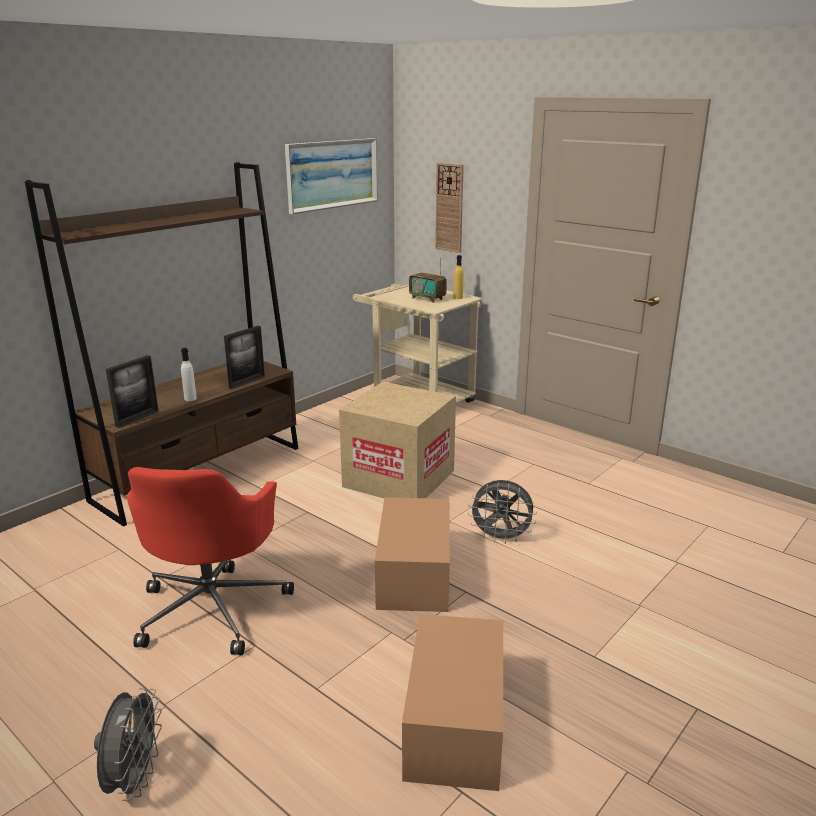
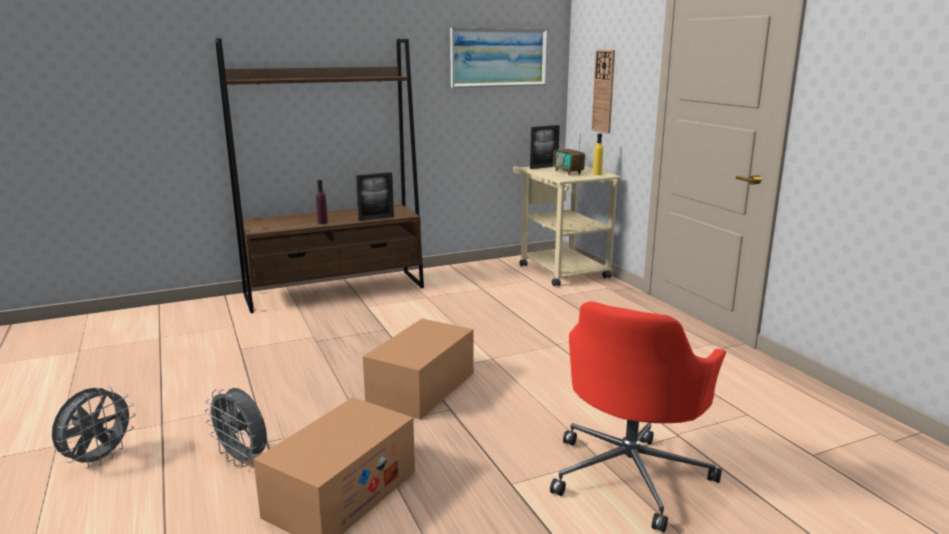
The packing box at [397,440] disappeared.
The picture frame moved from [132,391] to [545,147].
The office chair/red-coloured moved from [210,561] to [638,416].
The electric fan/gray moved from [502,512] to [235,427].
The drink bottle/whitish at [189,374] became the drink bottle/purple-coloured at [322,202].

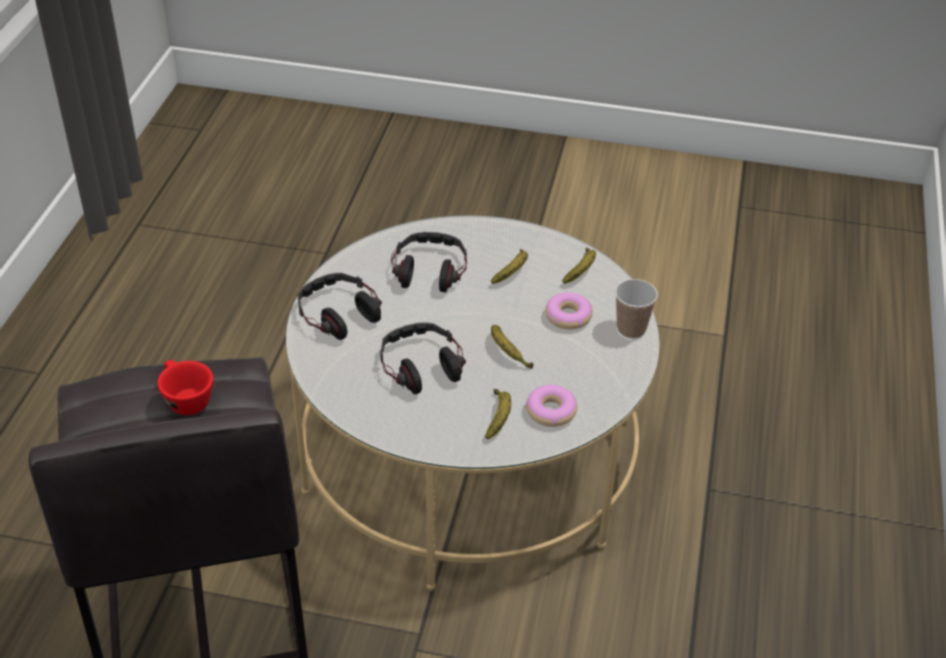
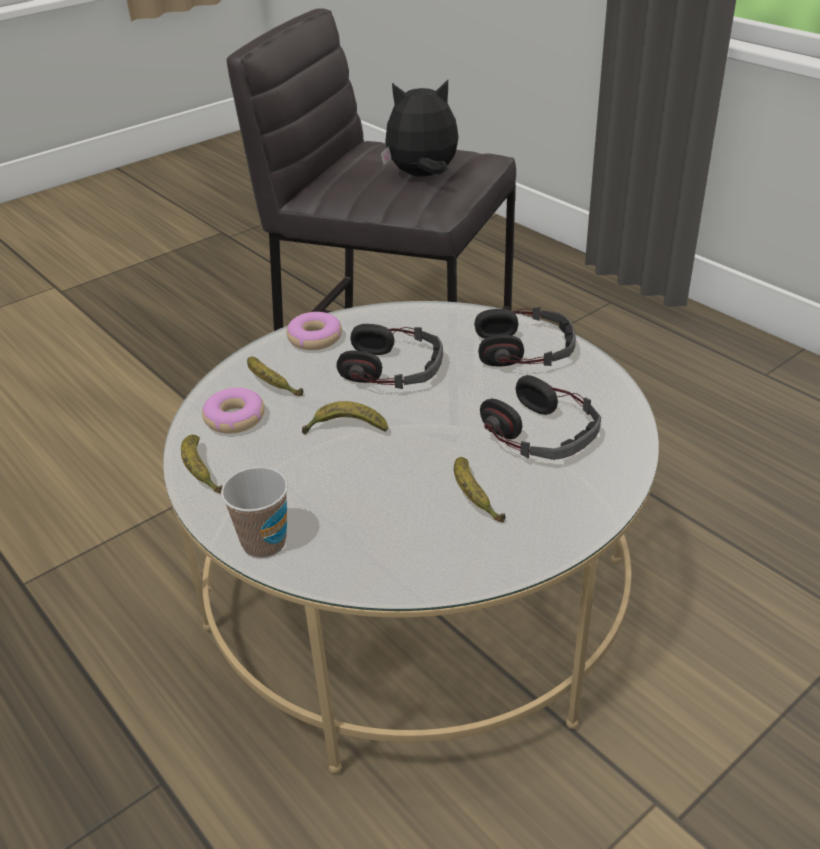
The doughnut moved from [569,310] to [314,331].
The banana moved from [579,266] to [202,464].
The cup/red-coloured at [185,387] was replaced by the plush toy at [420,128].

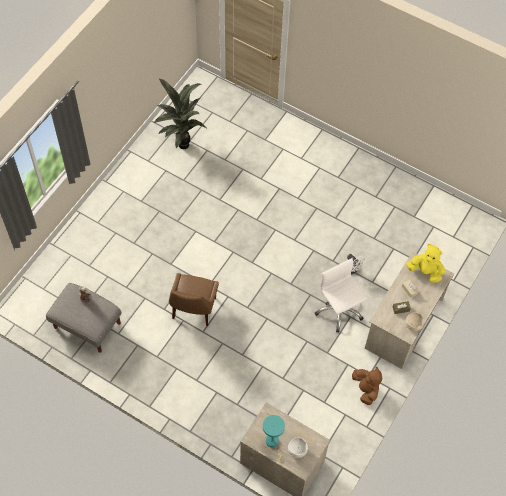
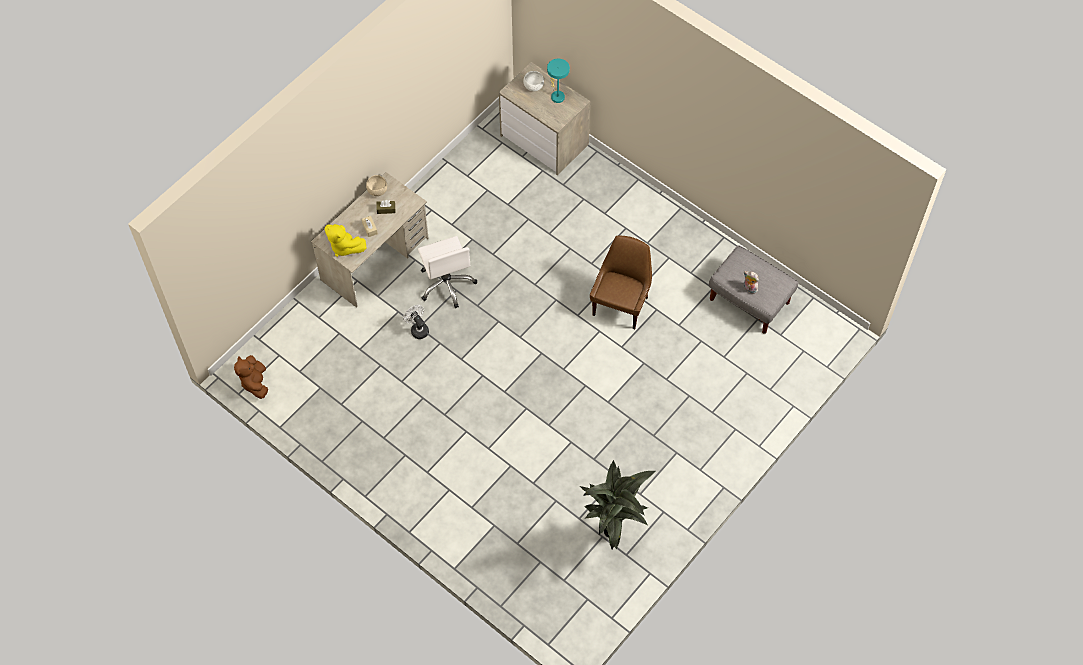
The plush toy/brownish moved from [367,386] to [251,377].

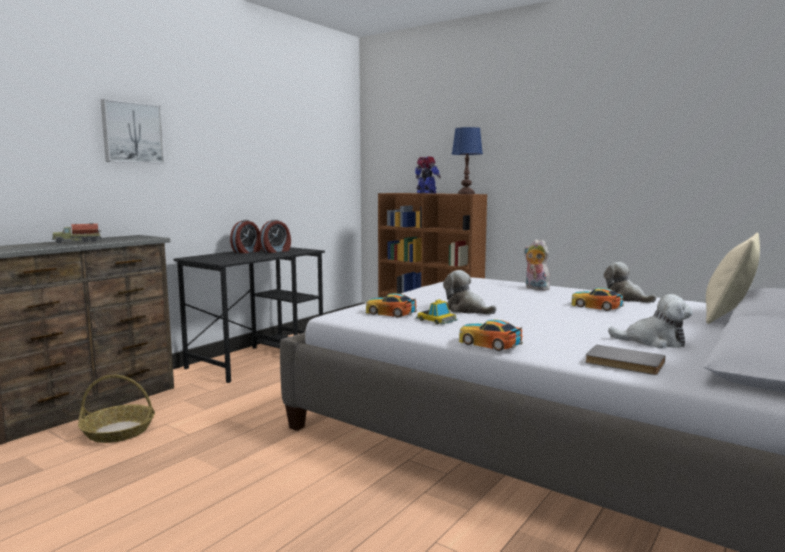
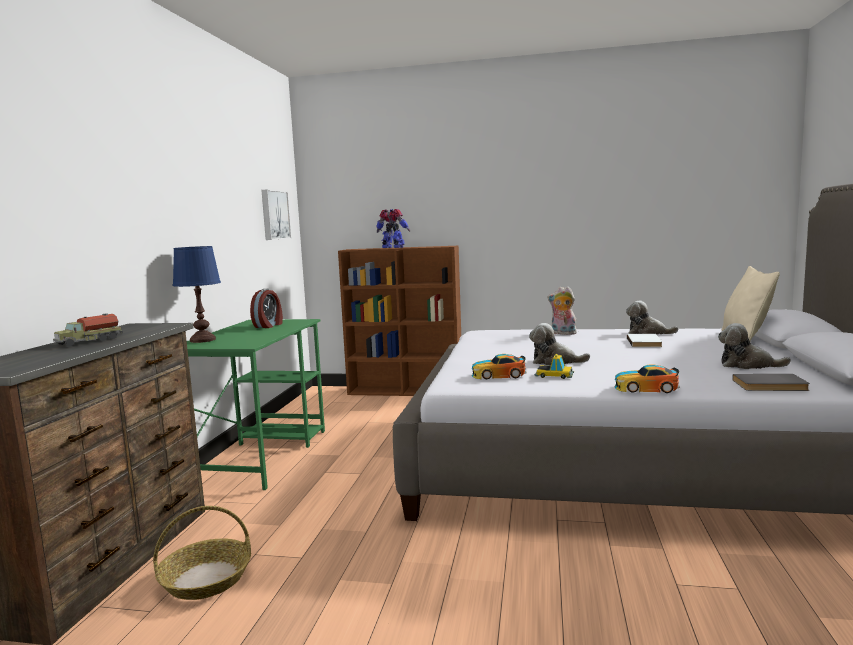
The table clock at [245,236] disappeared.
The wall art moved from [133,131] to [276,214].
The table lamp/bluish moved from [467,160] to [197,294].
The model car at [597,299] was replaced by the volume/whitish at [645,340].
The desk/black at [249,315] became the desk/green-coloured at [256,404].
The plush toy at [650,321] turned 150 degrees counterclockwise.

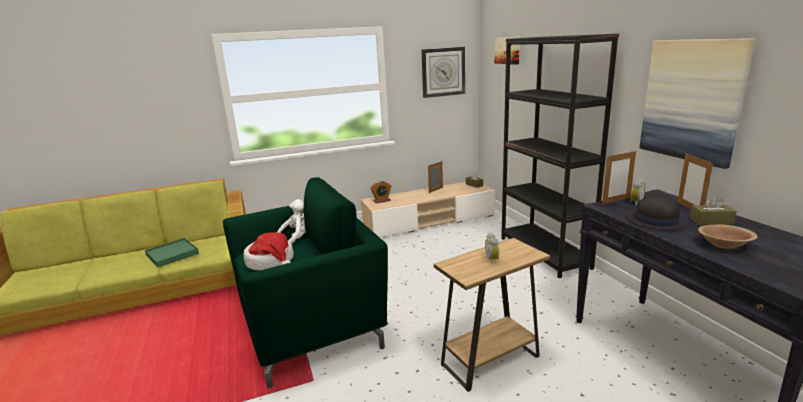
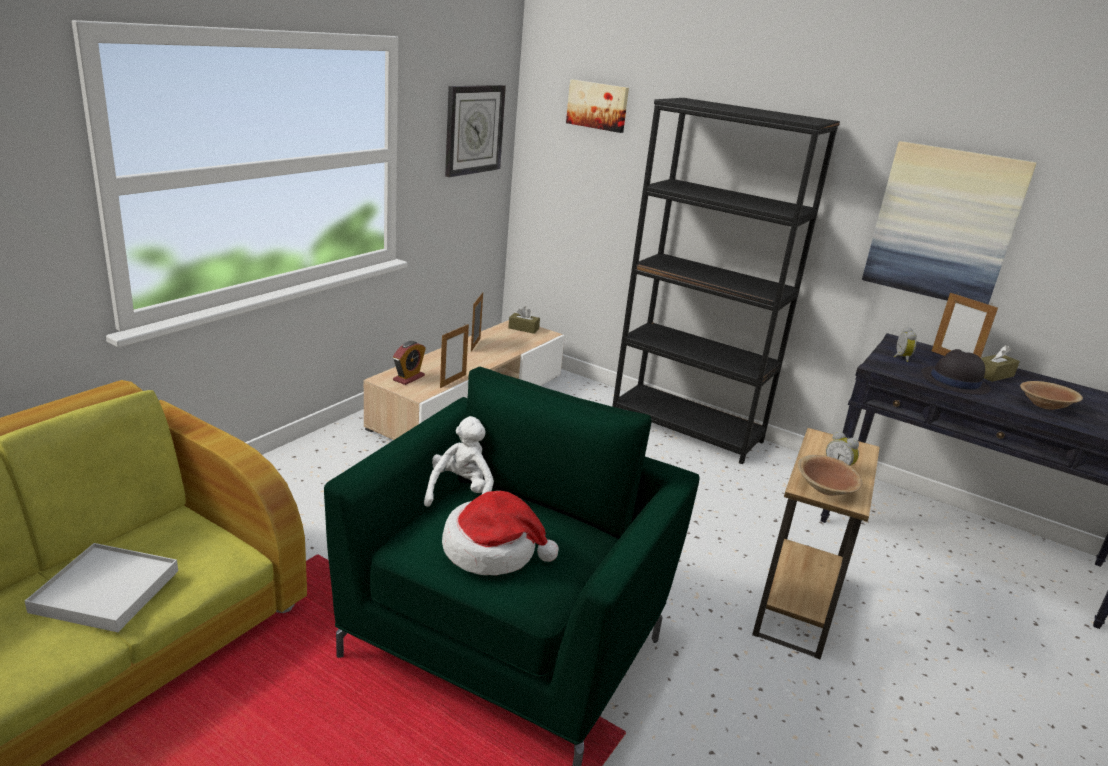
The serving bowl/brownish at [830,475] appeared.
The picture frame moved from [619,177] to [454,356].
The carrying tray/green-coloured at [172,252] became the carrying tray/whitish at [101,587].

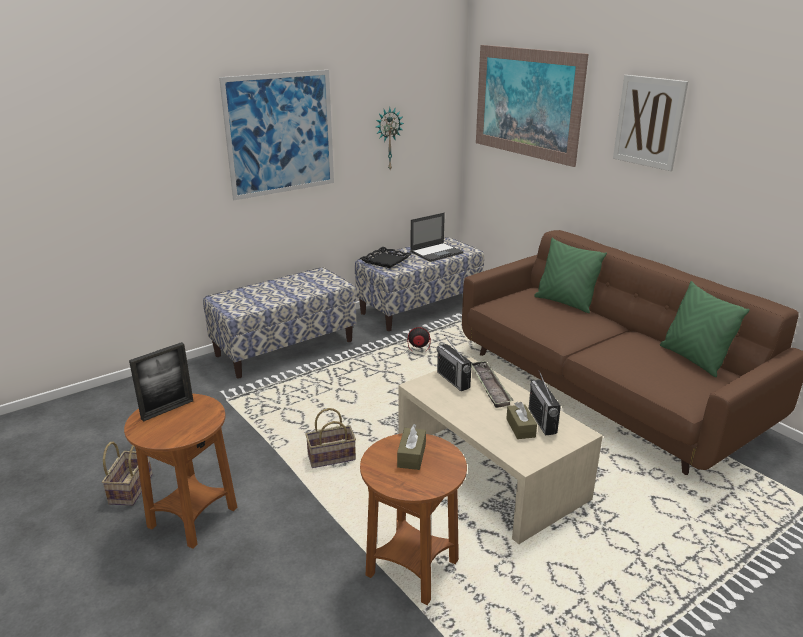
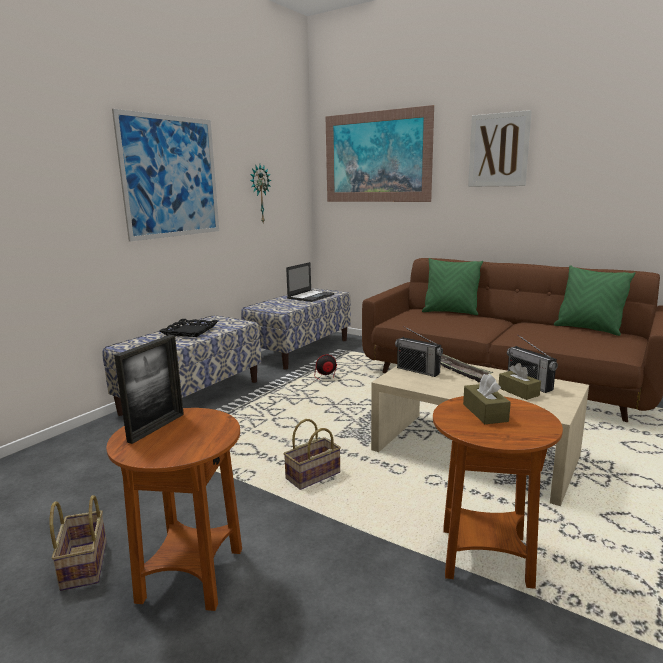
The carrying tray/black moved from [386,257] to [188,328].

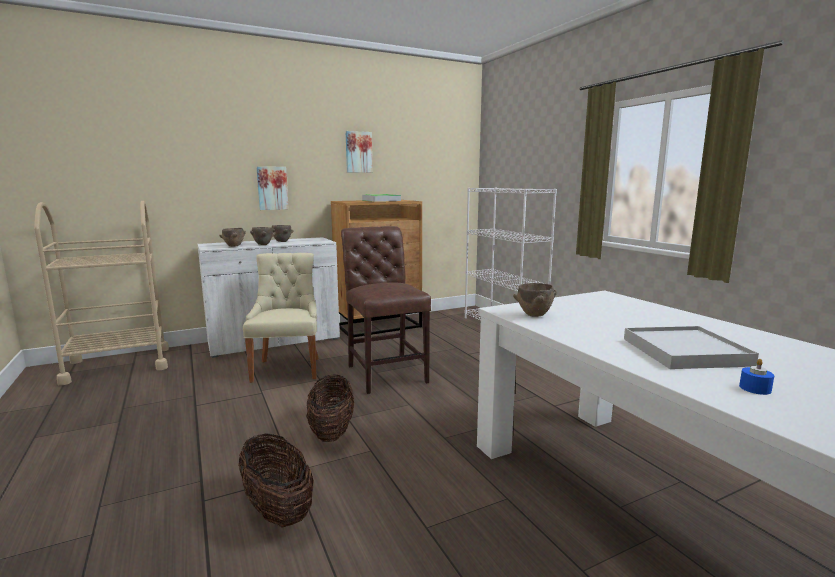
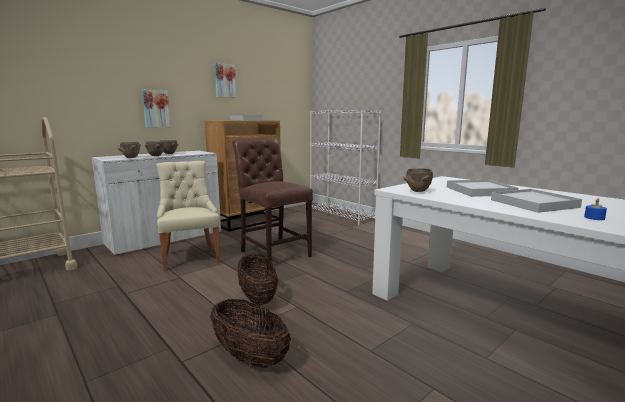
The carrying tray/whitish at [482,188] appeared.

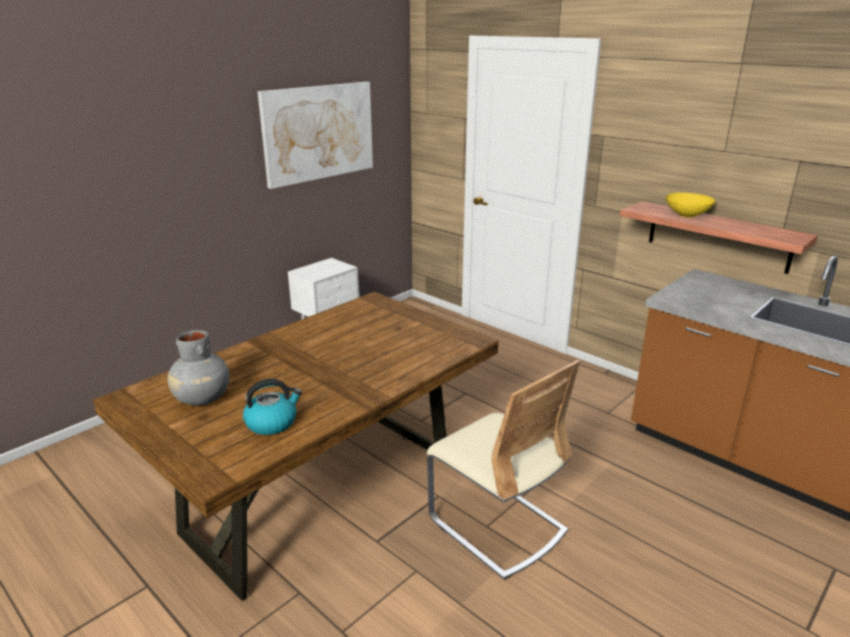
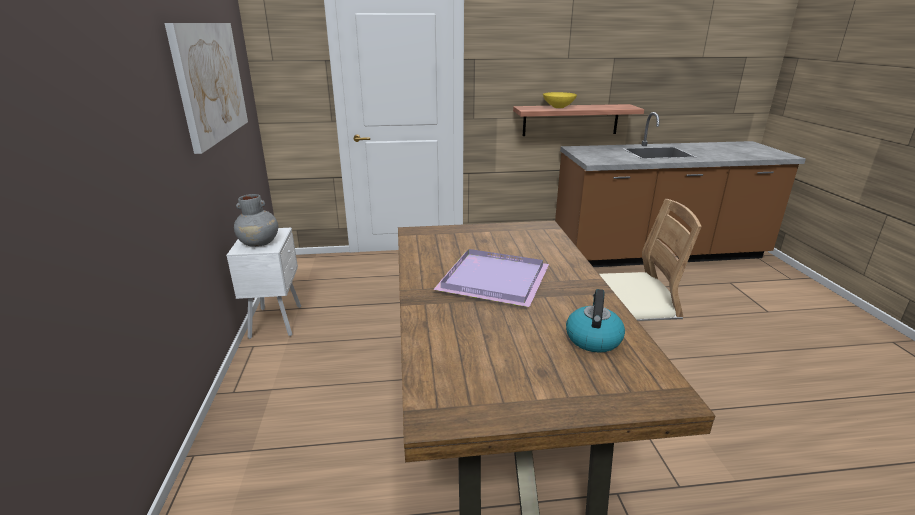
The carrying tray/purple-coloured at [491,278] appeared.
The vase/gray moved from [198,368] to [256,220].

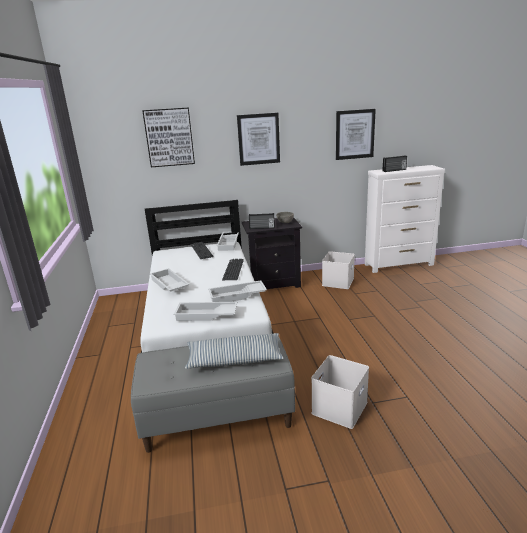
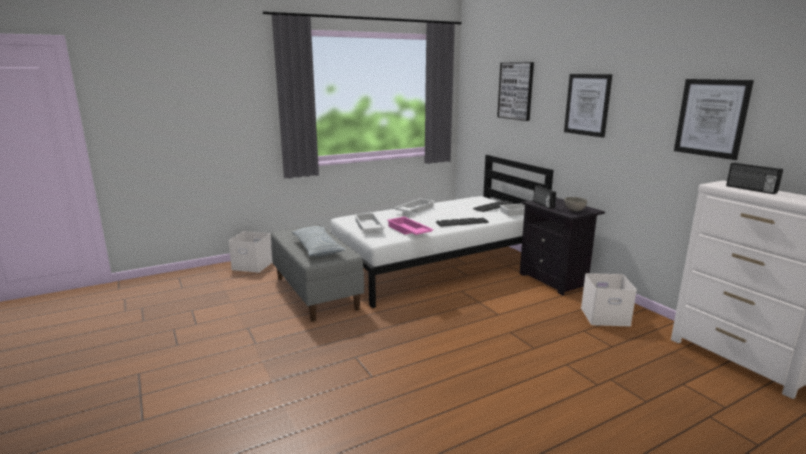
The storage container/whitish moved from [340,392] to [250,252].
The carrying tray/whitish at [237,291] became the carrying tray/pinkish at [410,226].

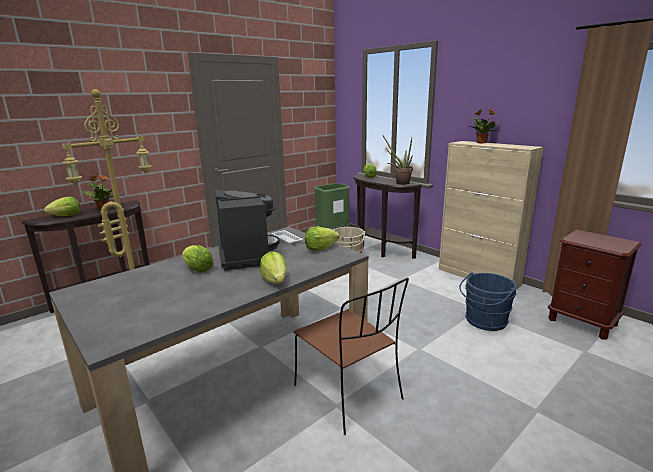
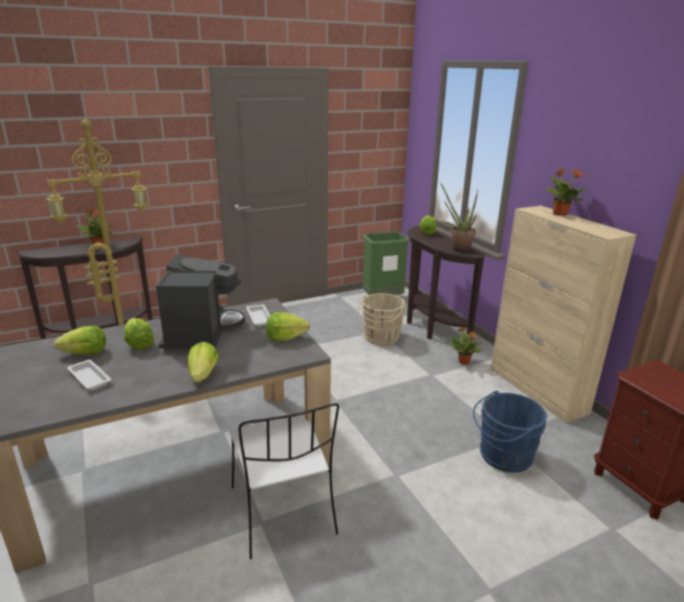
The carrying tray/whitish at [89,375] appeared.
The plant in a pot at [467,346] appeared.
The head of lettuce moved from [62,206] to [79,340].
The plain chair/brownish at [351,356] became the plain chair/whitish at [284,481].

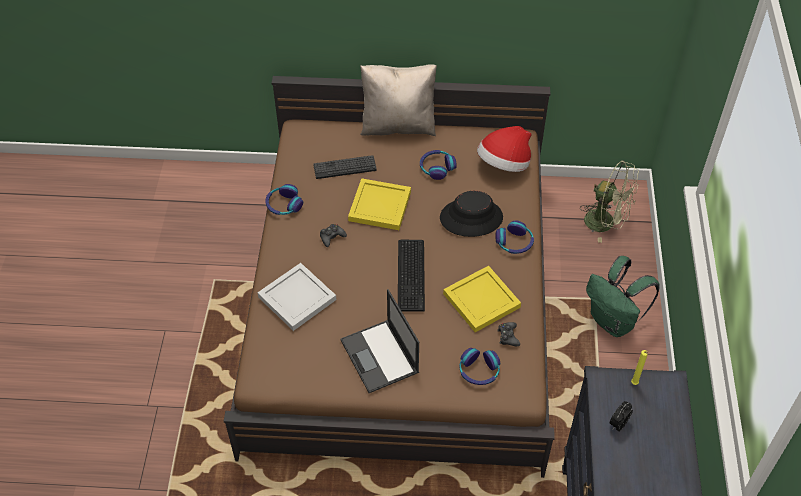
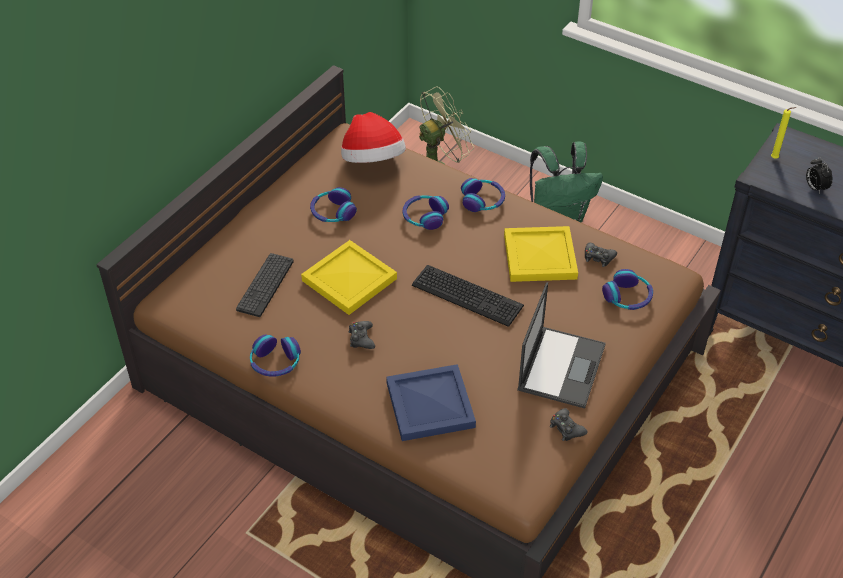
The cushion/beige-coloured at [398,100] disappeared.
The game controller/black at [569,424] appeared.
The wearable hat/black at [471,214] was replaced by the headphones at [426,212].
The carrying tray/whitish at [296,297] became the carrying tray/bluish at [431,402].
The notebook computer at [380,341] turned 75 degrees counterclockwise.

